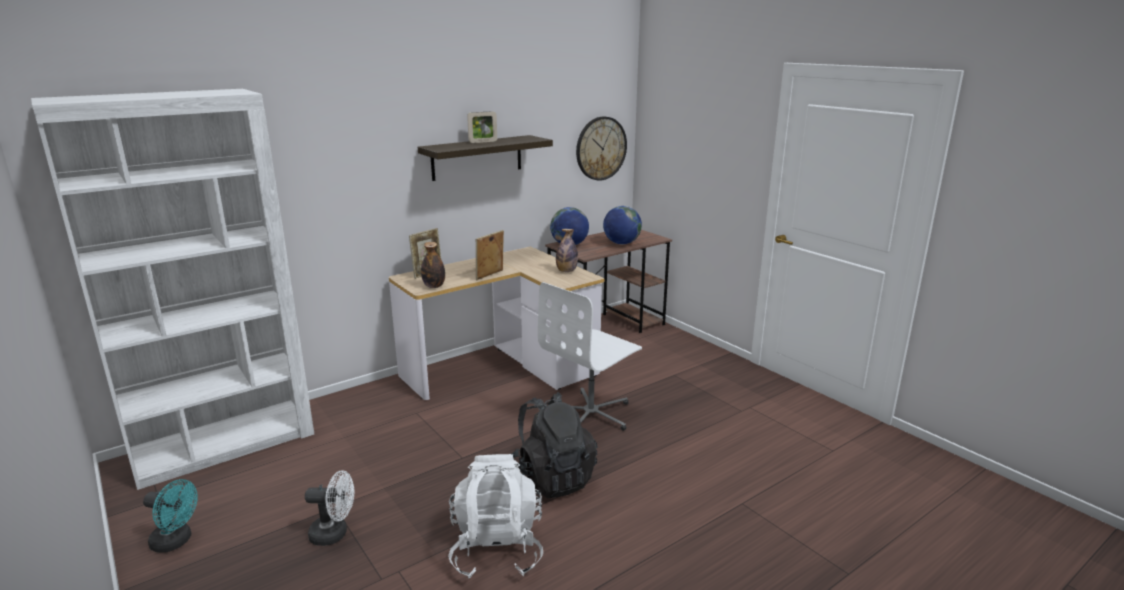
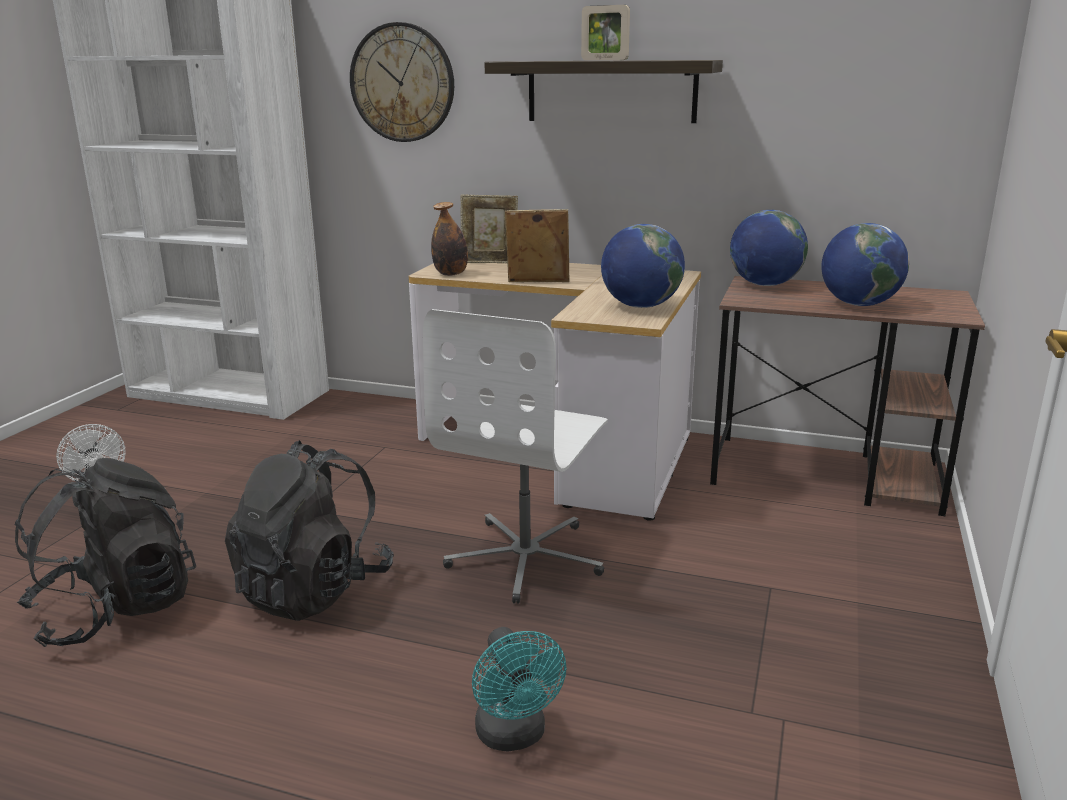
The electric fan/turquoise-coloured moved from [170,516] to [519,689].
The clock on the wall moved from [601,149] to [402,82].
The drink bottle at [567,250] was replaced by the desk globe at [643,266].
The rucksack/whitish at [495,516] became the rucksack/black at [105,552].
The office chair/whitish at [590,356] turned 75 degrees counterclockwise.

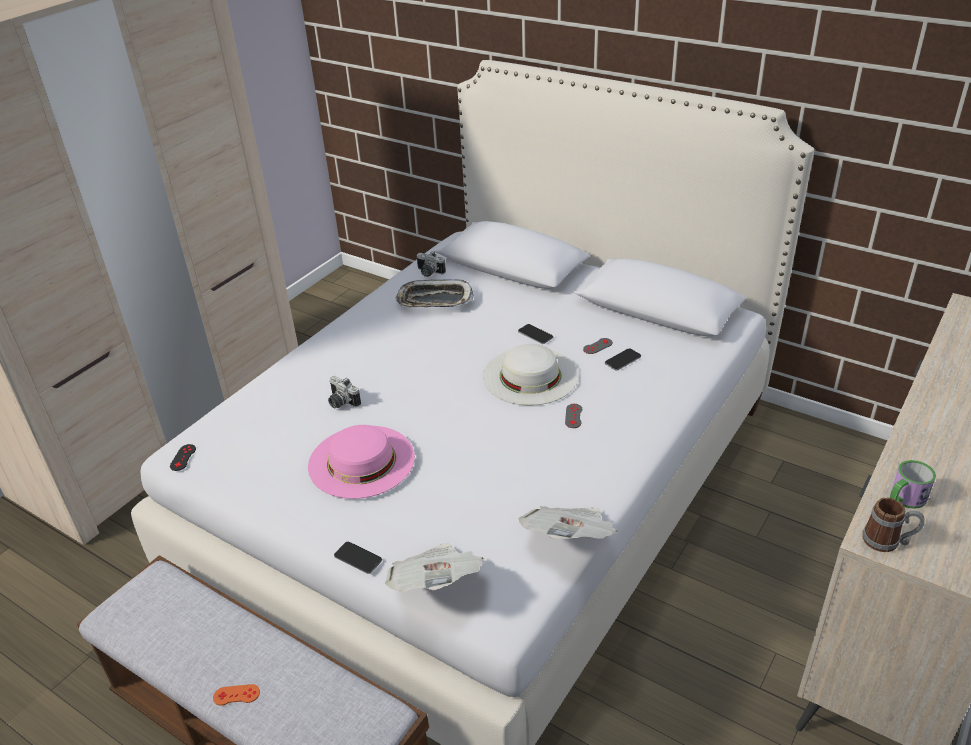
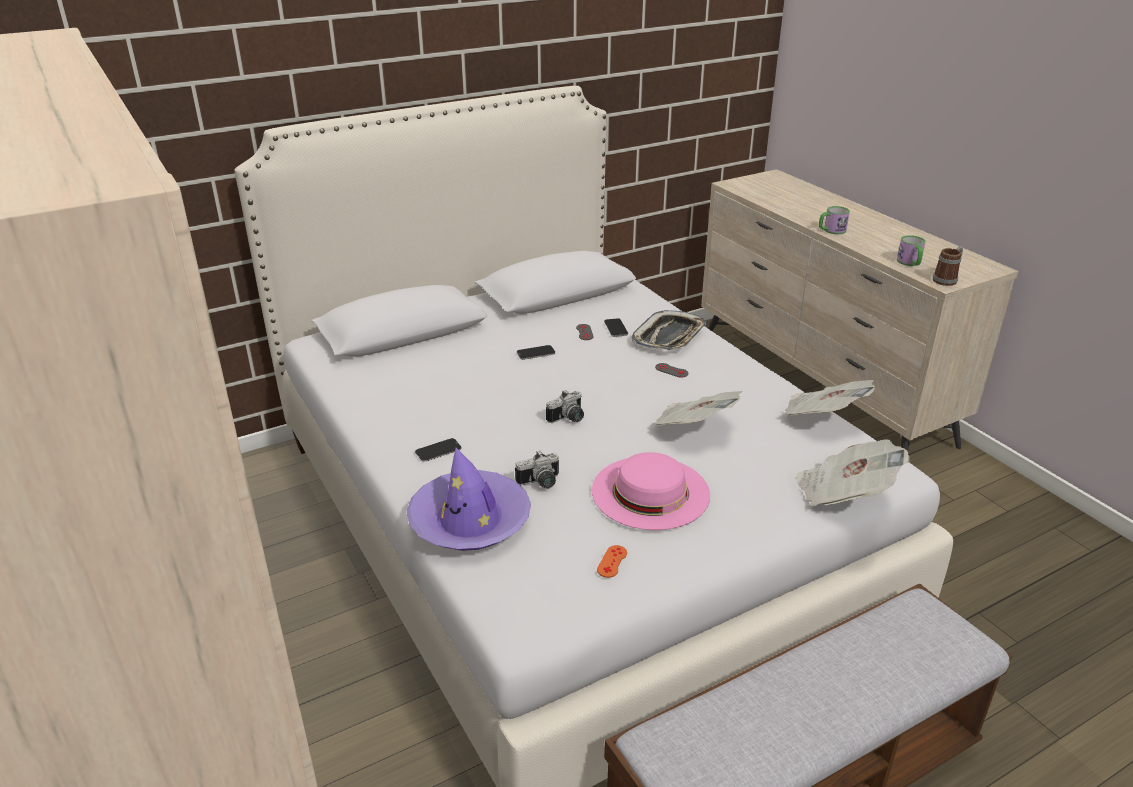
The game controller/black at [183,457] disappeared.
The wearable hat/whitish at [530,375] disappeared.
The wearable hat/purple-coloured at [469,499] appeared.
The newspaper at [697,408] appeared.
The mug at [834,220] appeared.
The game controller/orange-coloured moved from [236,695] to [612,561].
The telephone moved from [358,558] to [438,450].
The carrying tray moved from [435,293] to [669,330].
The photo camera moved from [431,264] to [565,406].

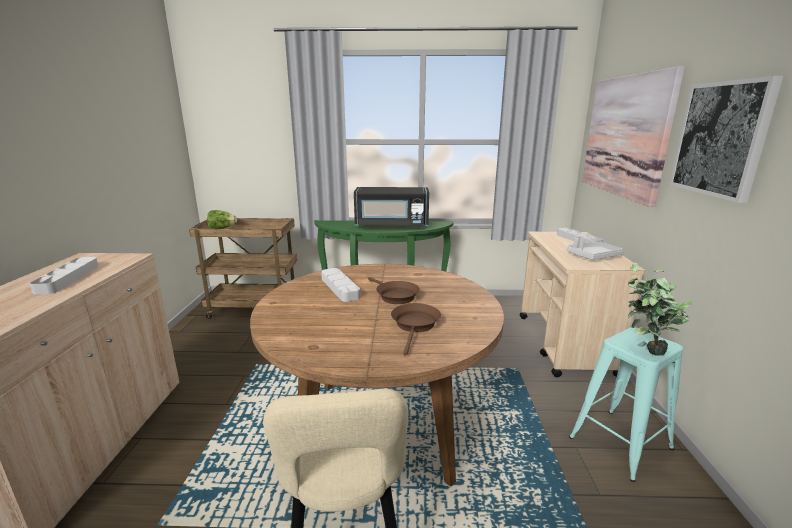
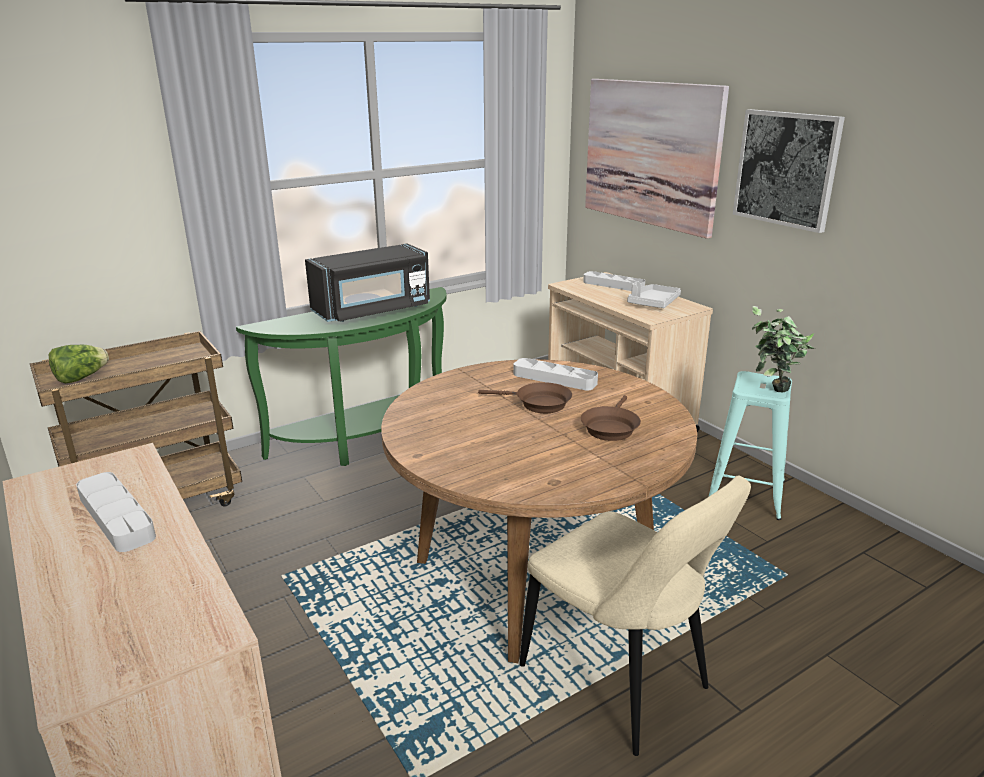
The carrying tray/gray moved from [340,285] to [556,374].
The frying pan/brownish at [416,329] turned 135 degrees counterclockwise.

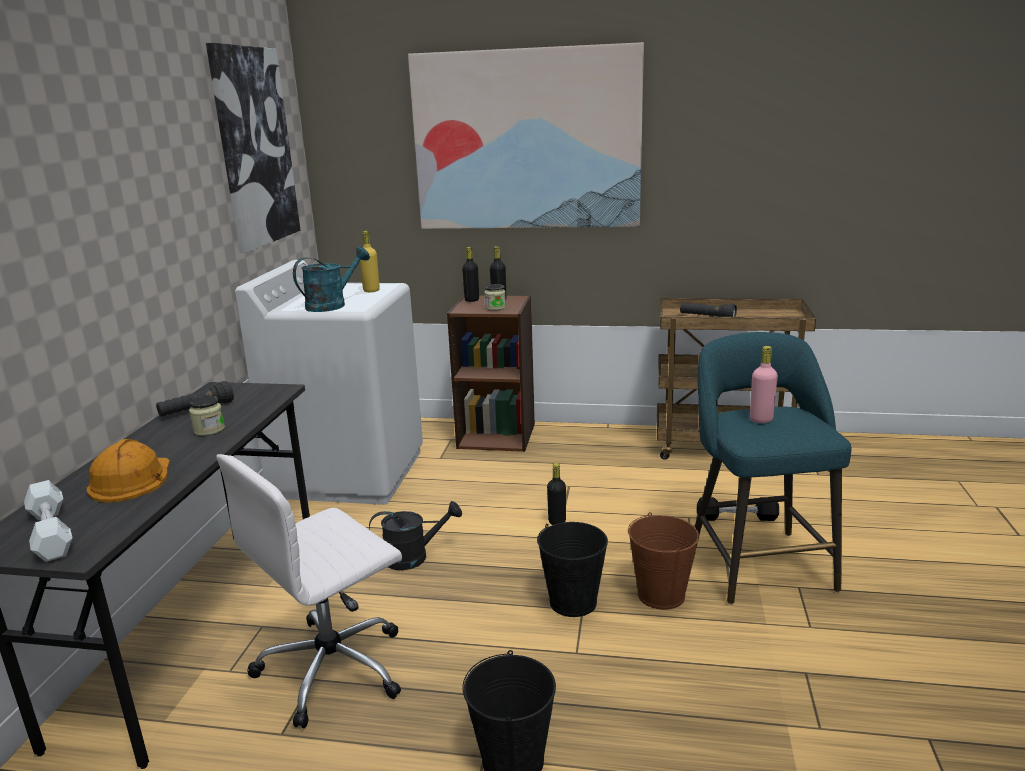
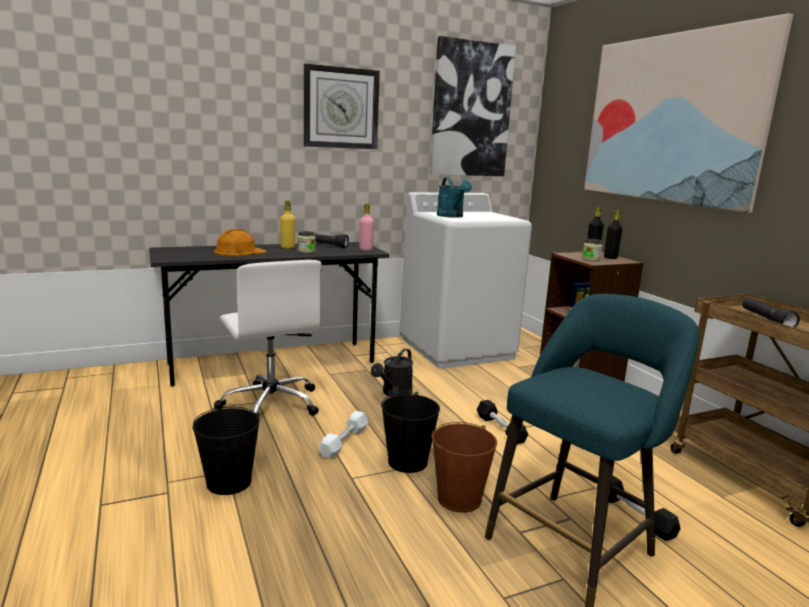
The clock on the wall at [342,106] appeared.
The hand weight/whitish moved from [48,521] to [343,435].
The drink bottle/yellowish moved from [370,261] to [288,225].
The drink bottle/pinkish moved from [764,384] to [366,227].
The drink bottle/black at [556,494] was replaced by the hand weight/black at [502,422].
The office chair/whitish at [309,591] turned 135 degrees counterclockwise.
The watering pot/turquoise-coloured at [331,279] turned 60 degrees clockwise.
The watering pot/black at [415,535] turned 75 degrees clockwise.

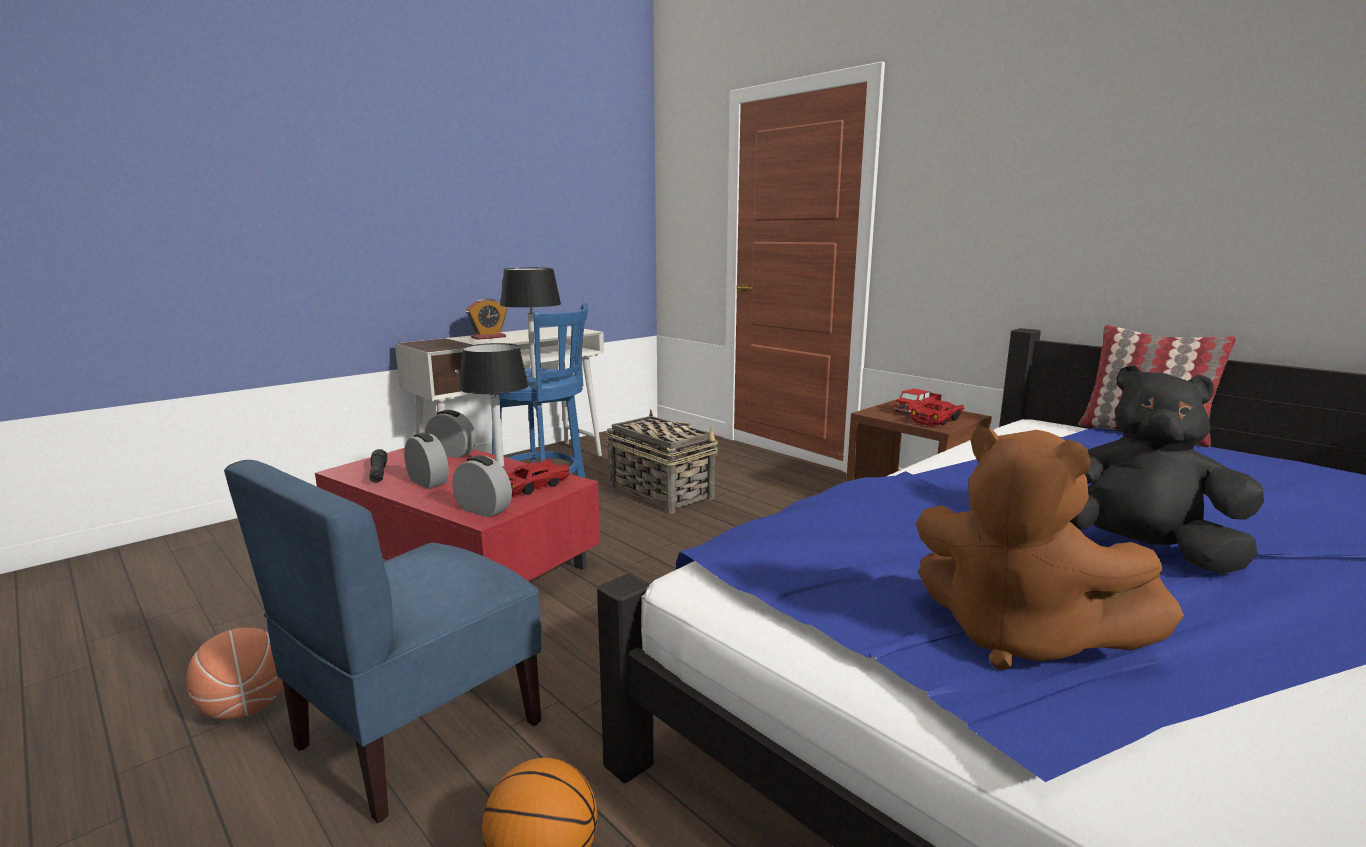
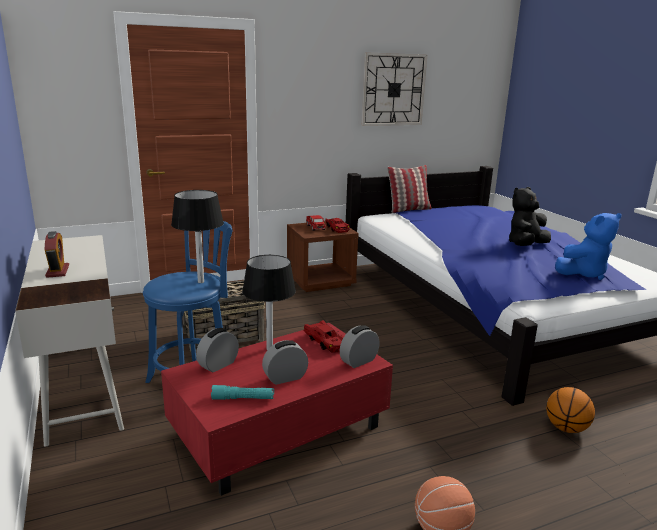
The plain chair/bluish at [383,641] disappeared.
The clock on the wall at [394,89] appeared.
The hand torch/black at [378,465] became the hand torch/turquoise-coloured at [242,392].
The plush toy/brownish at [1050,548] became the plush toy/bluish at [588,246].

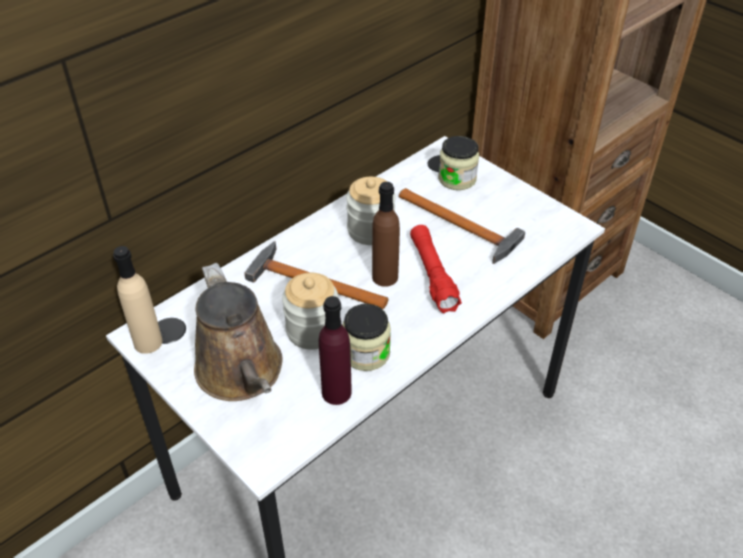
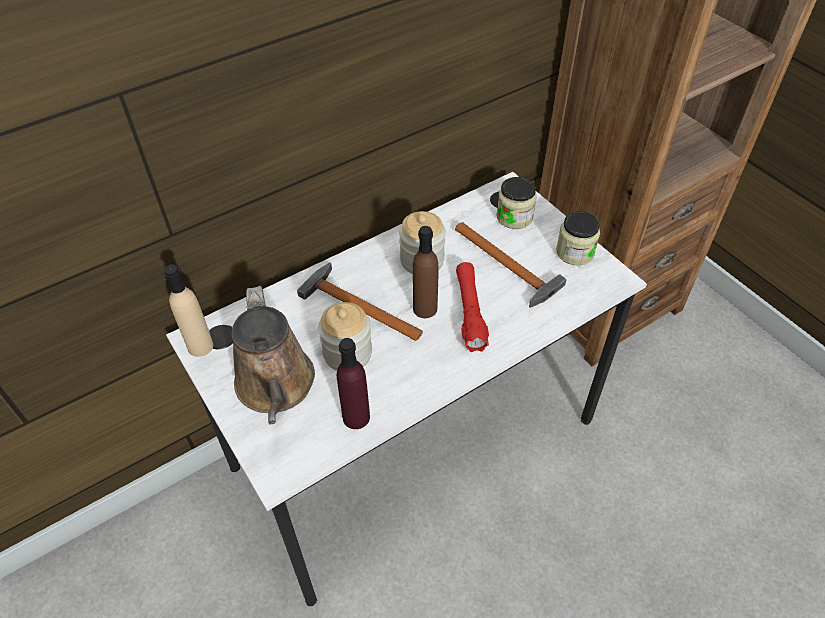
The preserve jar moved from [367,337] to [578,238].

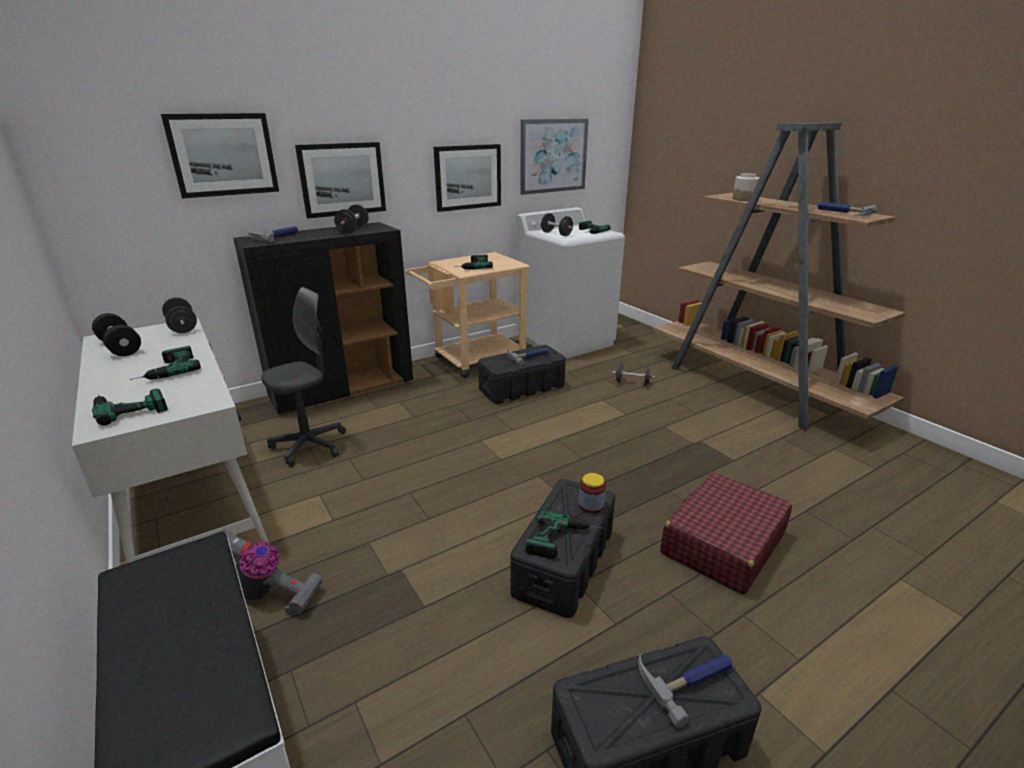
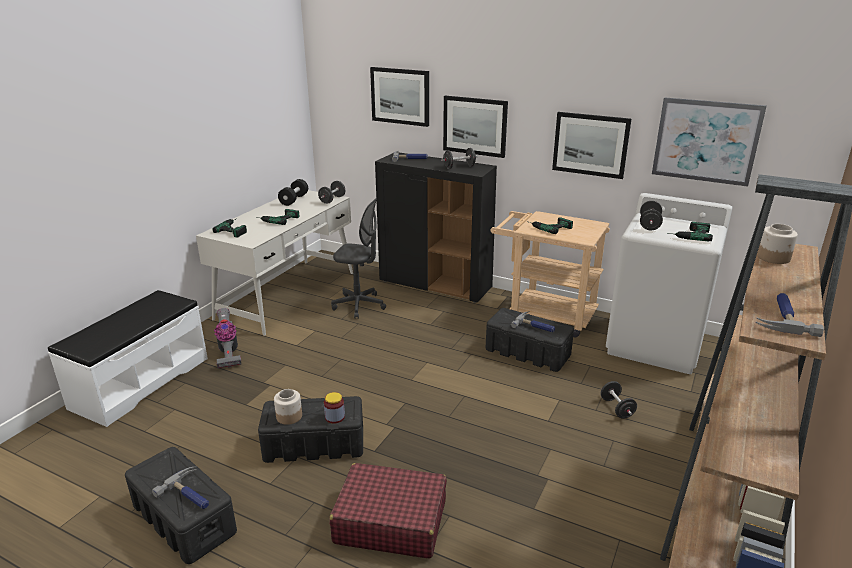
The electric drill at [564,534] was replaced by the preserve jar at [288,407].

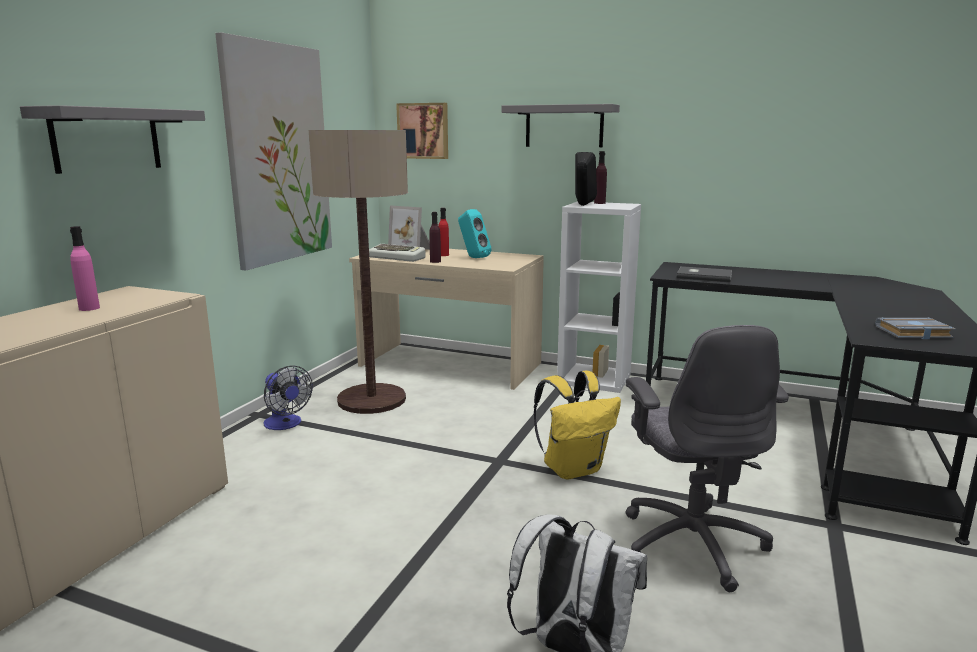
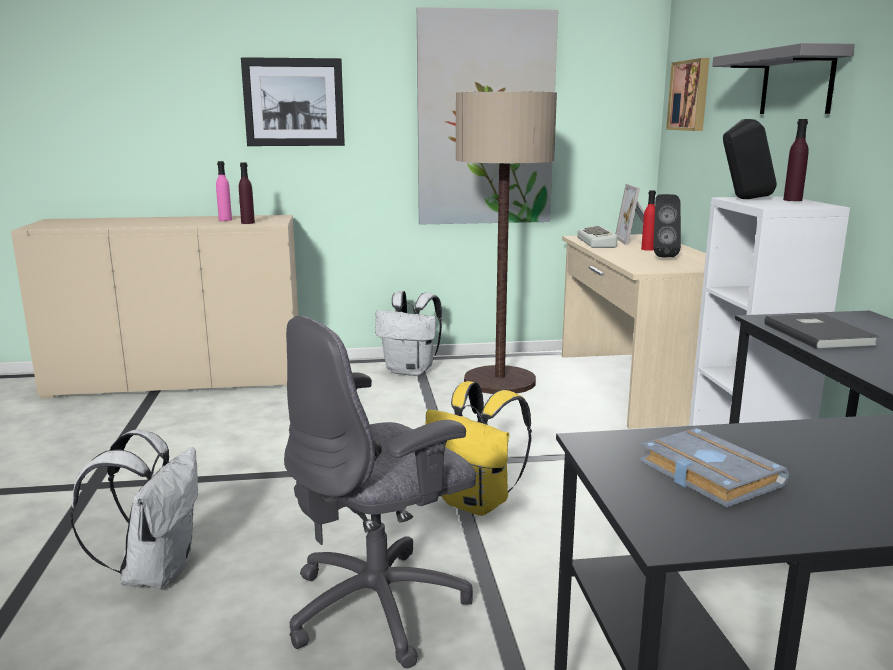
The drink bottle/purple-coloured moved from [435,237] to [247,193].
The wall shelf/gray at [112,139] was replaced by the wall art at [293,101].
The electric fan at [288,397] was replaced by the rucksack/whitish at [408,333].
The loudspeaker/turquoise-coloured at [475,233] became the loudspeaker/black at [667,225].

